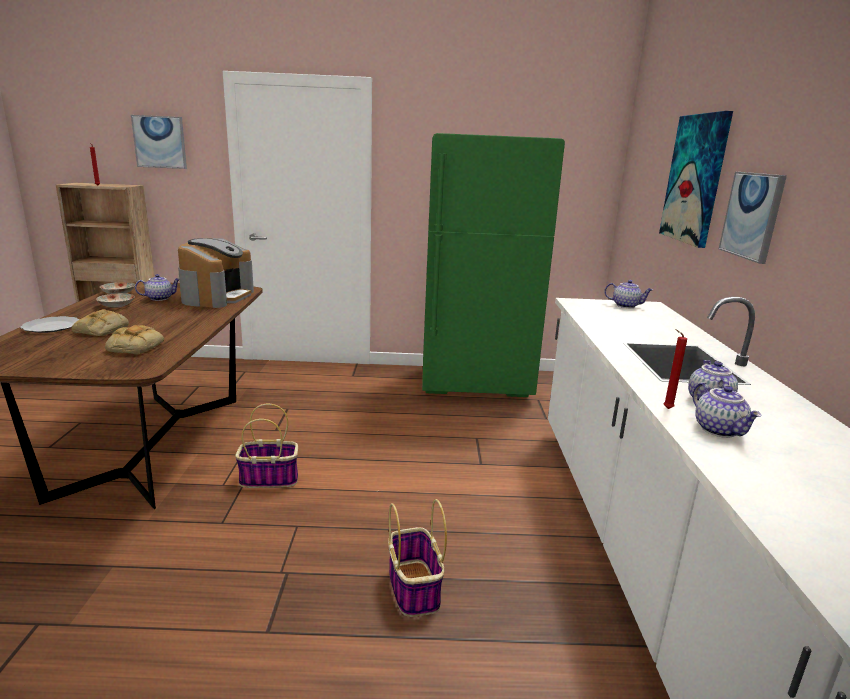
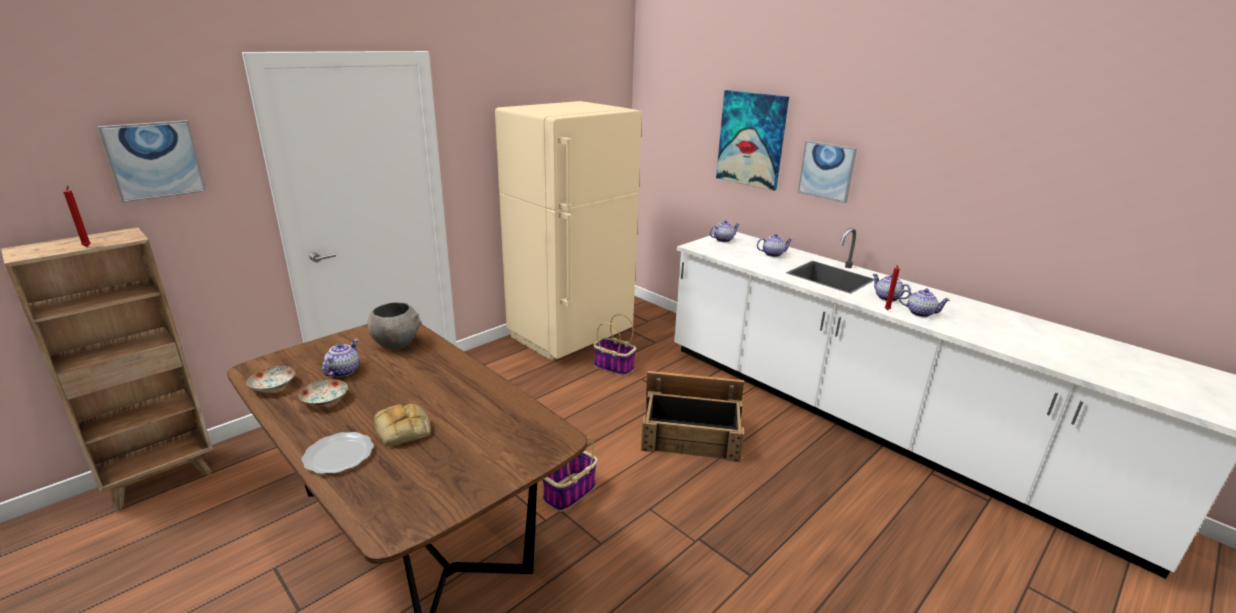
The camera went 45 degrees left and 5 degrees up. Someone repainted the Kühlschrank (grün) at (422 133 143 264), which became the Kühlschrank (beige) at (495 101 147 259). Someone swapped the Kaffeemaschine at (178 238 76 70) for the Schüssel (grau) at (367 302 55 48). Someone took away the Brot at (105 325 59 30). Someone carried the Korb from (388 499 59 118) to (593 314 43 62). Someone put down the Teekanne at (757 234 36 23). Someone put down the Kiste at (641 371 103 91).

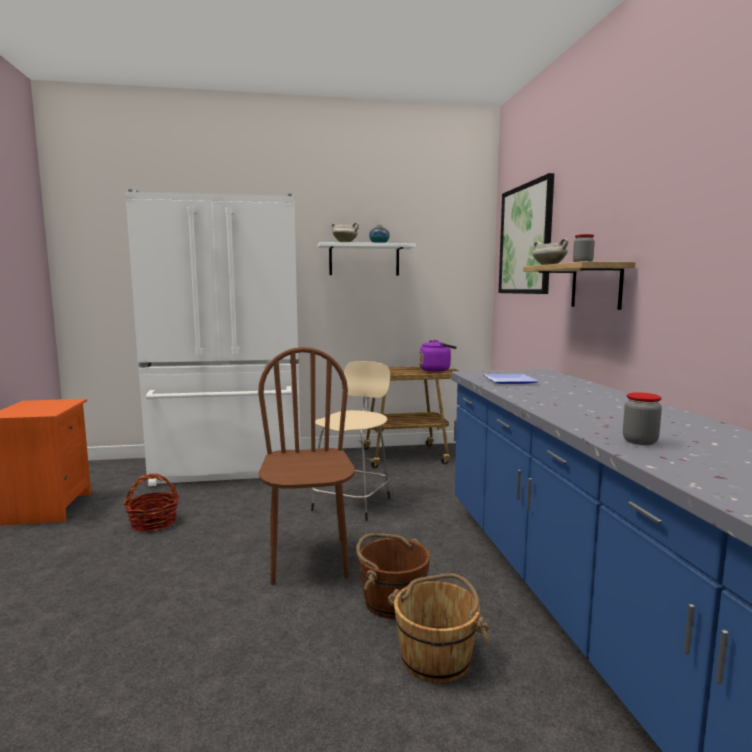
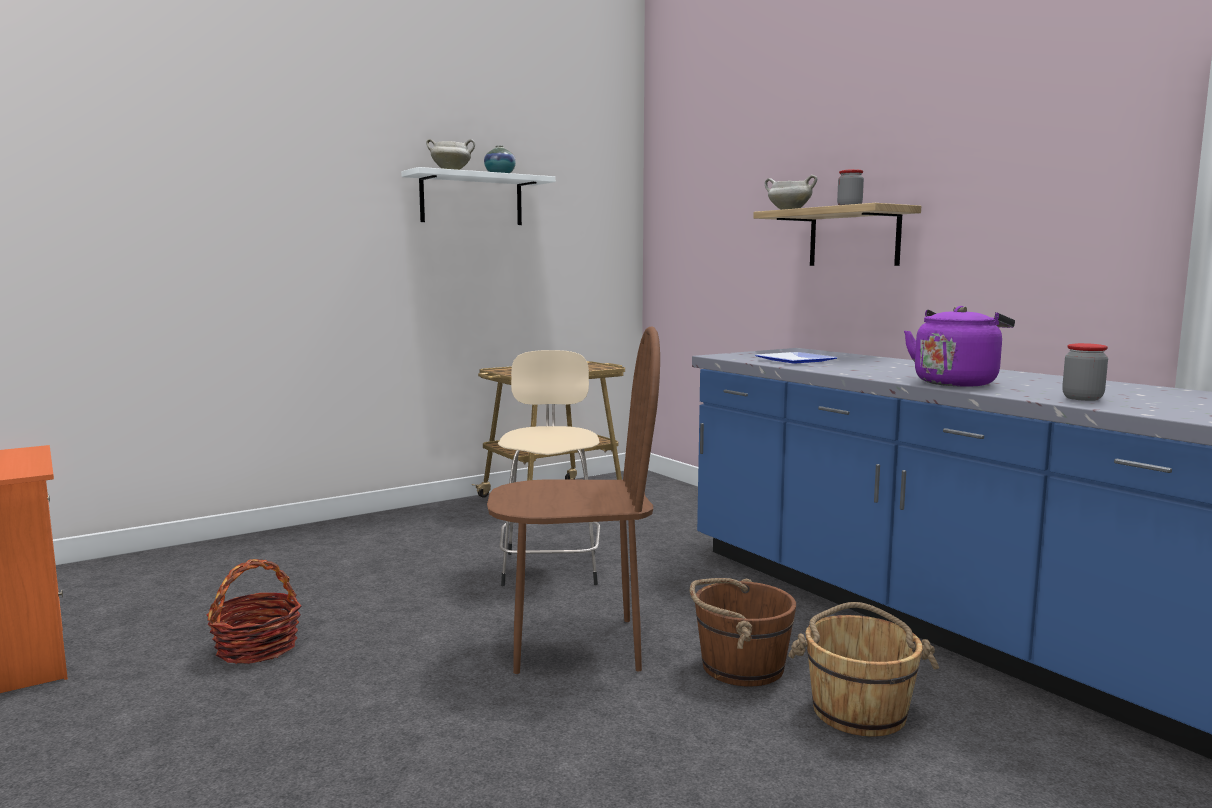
The camera went 25 degrees left and 0 degrees up. Someone took away the Bild at (499 173 55 121). Someone took away the Kühlschrank (weiß) at (125 189 176 297). Someone carried the Wasserkessel (lila) from (419 340 38 32) to (904 306 111 81). Someone rotated the Stuhl (braun) at (258 347 97 238) by 120 degrees clockwise.

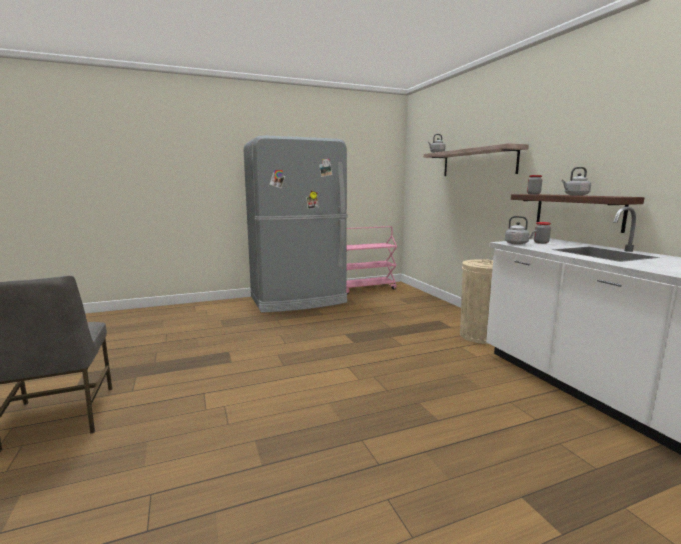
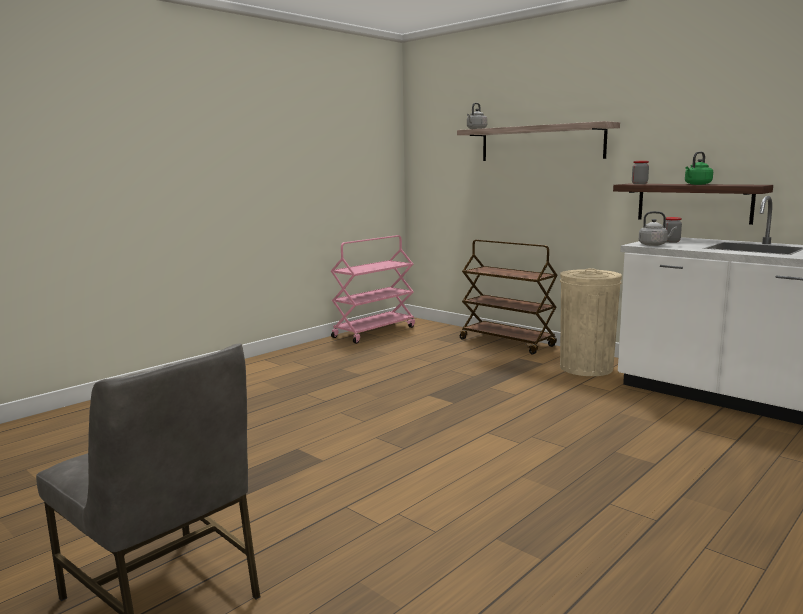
The camera went 25 degrees left and 0 degrees up. Someone took away the Kühlschrank (grau) at (244 135 104 178). Someone repainted the Wasserkessel (grau) at (561 167 30 29), which became the Wasserkessel (grün) at (685 152 28 33). Someone put down the Rollwagen (braun) at (460 240 98 115).

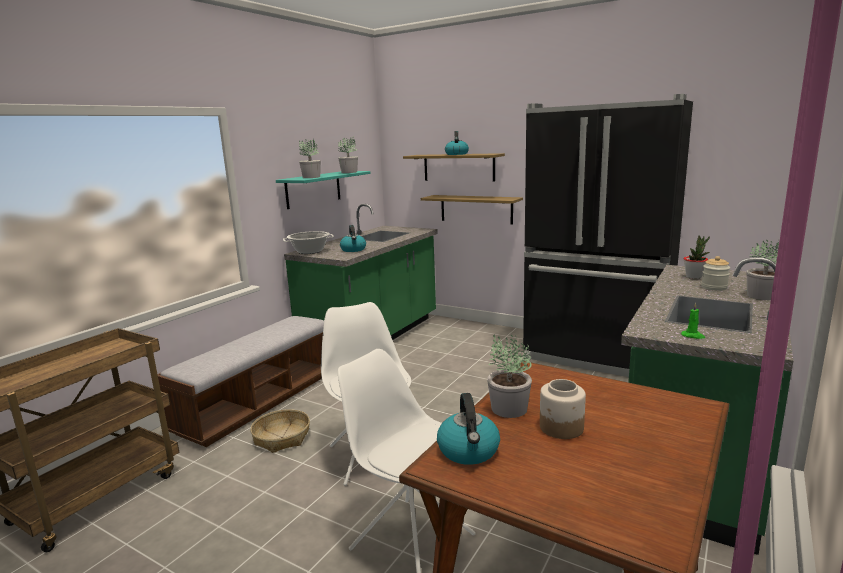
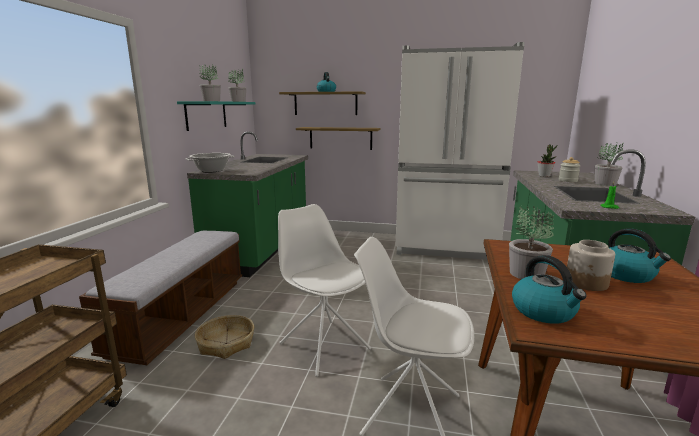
The camera went 20 degrees left and 0 degrees up. Someone repainted the Kühlschrank (schwarz) at (523 94 170 283), which became the Kühlschrank (weiß) at (395 42 130 218). Someone carried the Wasserkessel from (340 225 26 27) to (608 228 63 55).

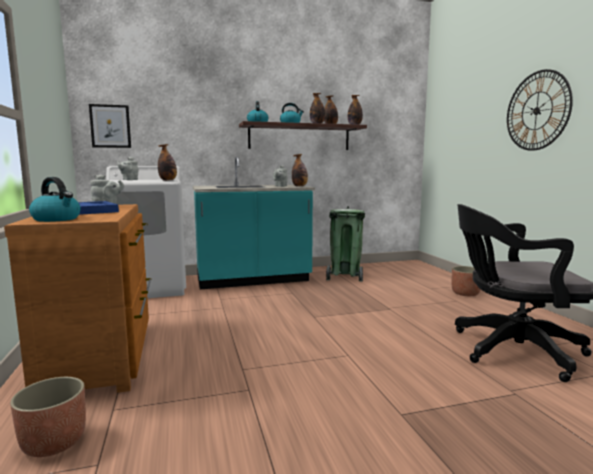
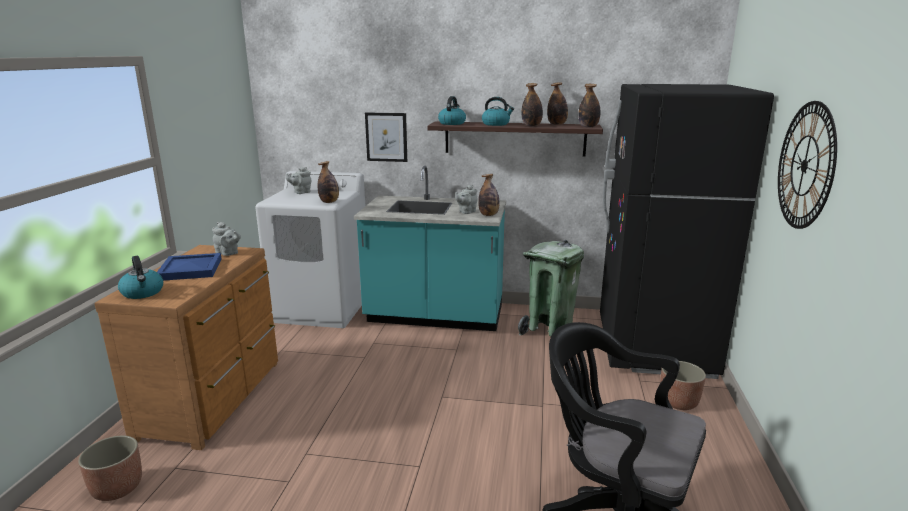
The camera went 25 degrees right and 10 degrees up. Someone carried the Bild from (89 104 42 44) to (365 112 42 50). Someone put down the Kühlschrank (schwarz) at (600 84 174 295).

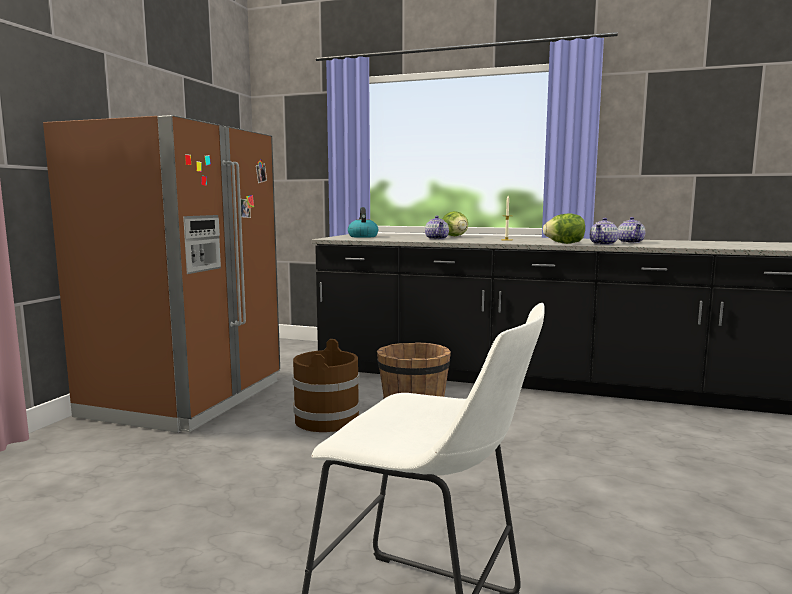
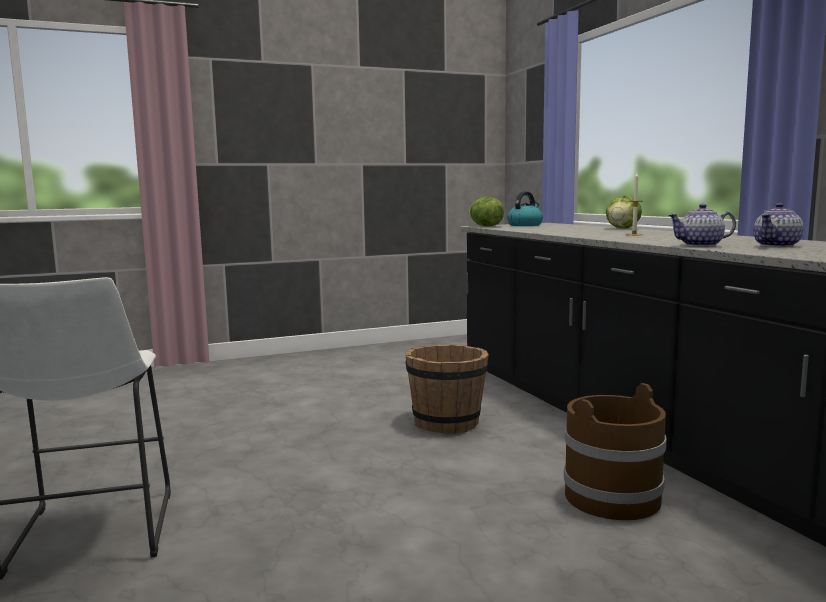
The camera went 50 degrees right and 0 degrees up. Someone took away the Kühlschrank (braun) at (43 115 237 318). Someone carried the Salatkopf from (543 213 42 31) to (469 197 35 30). Someone took away the Teekanne at (425 216 24 24). Someone carried the Eimer (braun) from (292 339 68 93) to (564 383 103 137).

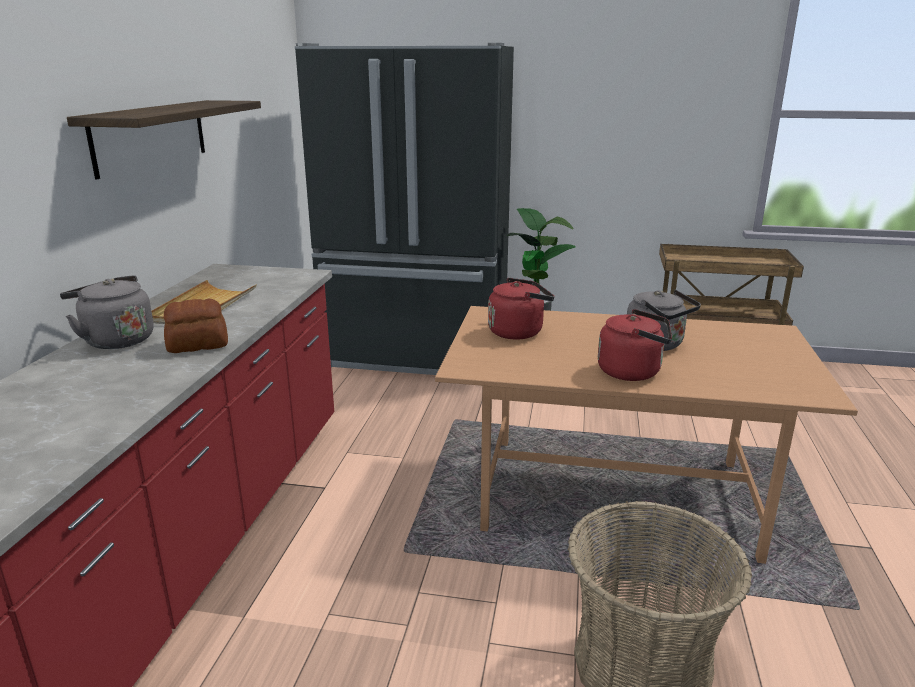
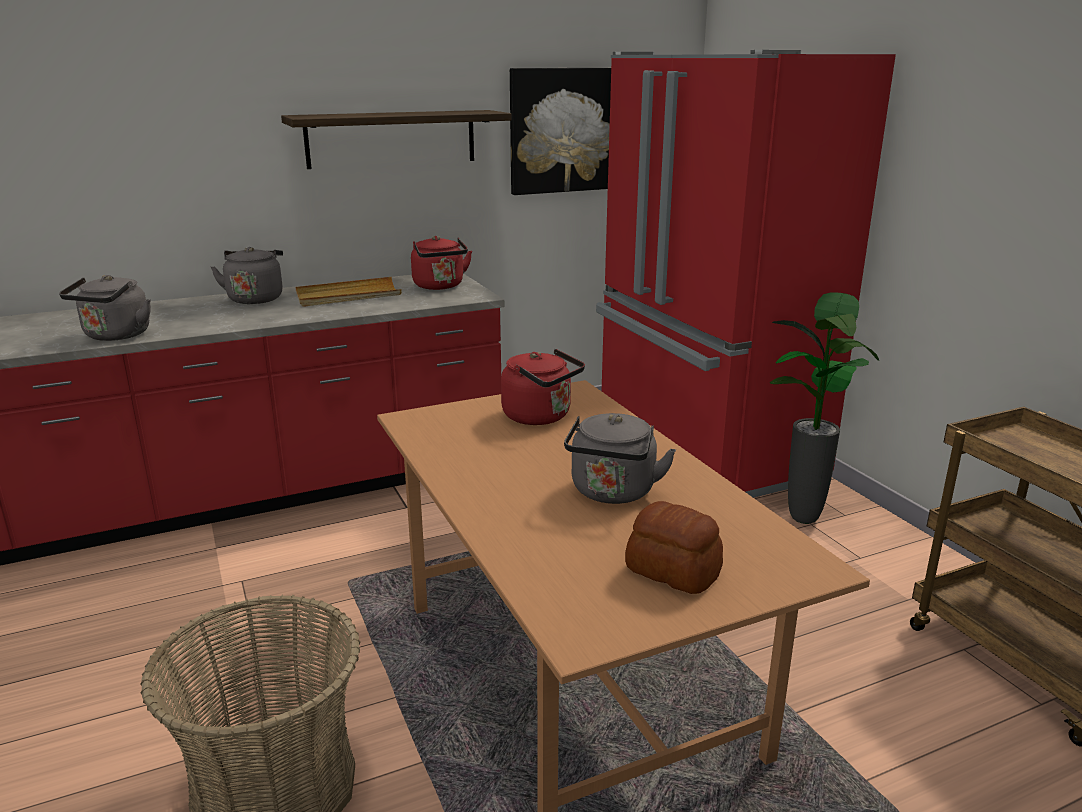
The camera went 55 degrees right and 0 degrees up. Someone repainted the Kühlschrank (schwarz) at (295 43 219 332), which became the Kühlschrank (rot) at (596 50 300 448). Someone carried the Brot from (164 299 64 54) to (625 501 98 93). Someone carried the Wasserkessel (rot) from (598 309 74 72) to (411 236 61 54). Someone put up the Bild at (510 68 101 127). Someone put down the Wasserkessel (grau) at (59 275 92 66).

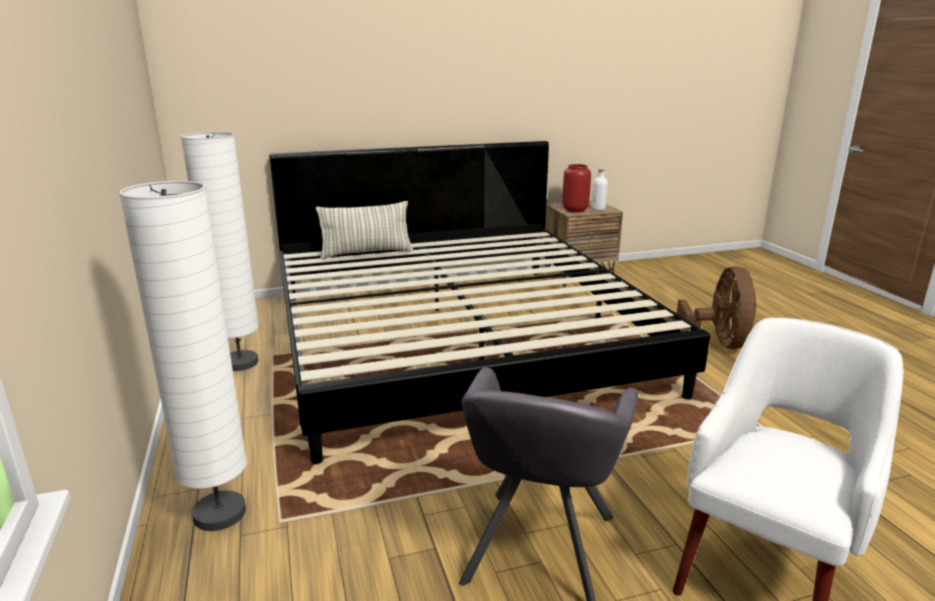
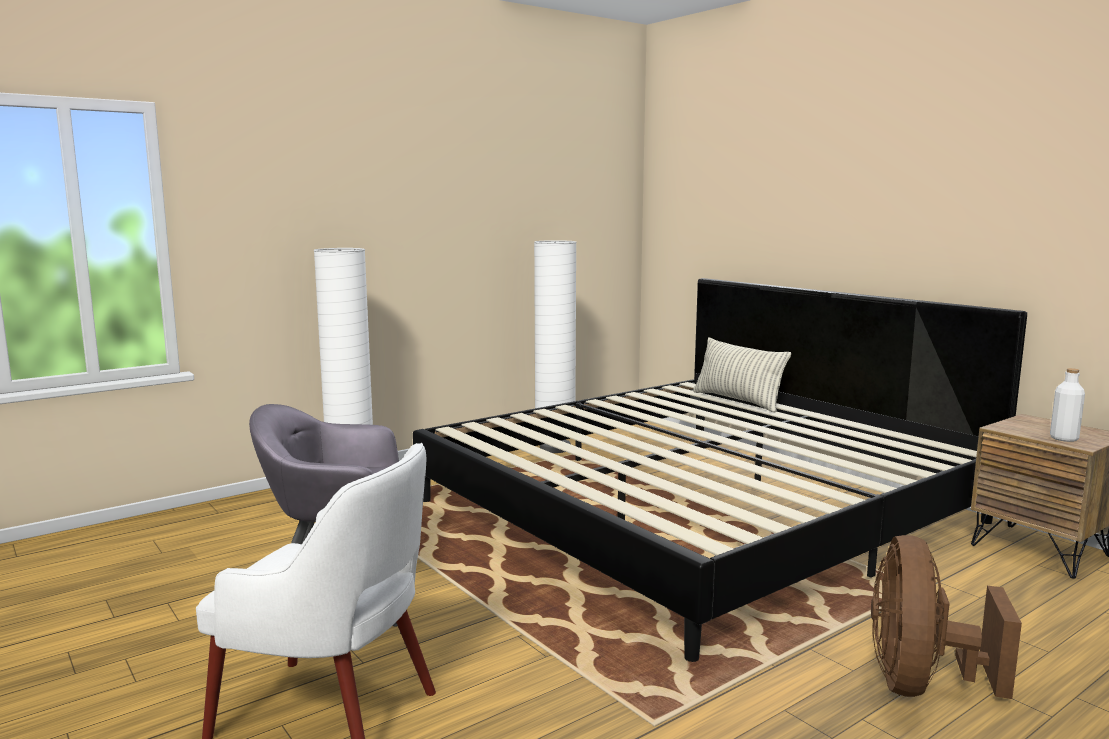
The camera went 70 degrees right and 10 degrees down. Someone took away the Vase (rot) at (562 164 29 49). Someone rotated the Ventilator (braun) at (677 266 80 83) by 120 degrees clockwise.

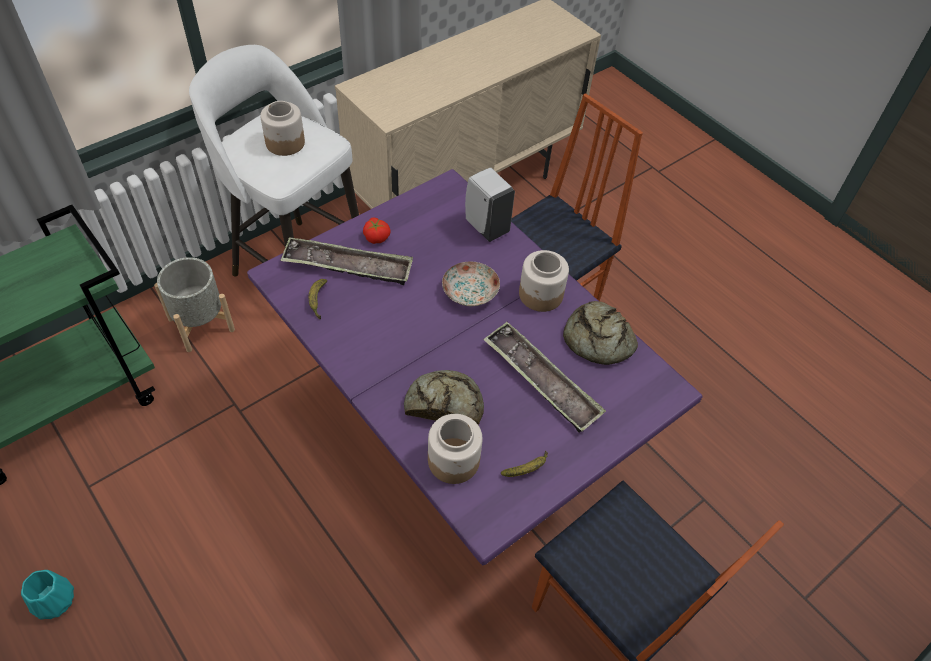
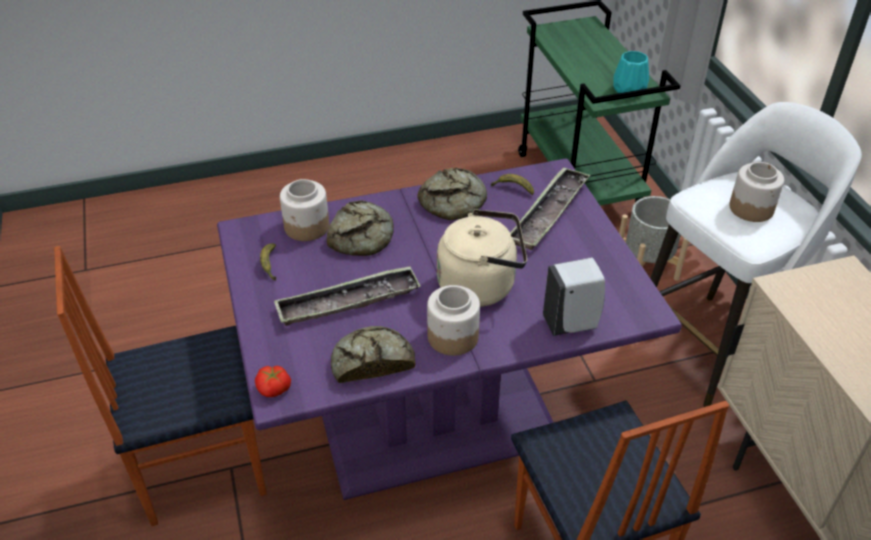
The camera went 115 degrees right and 10 degrees down. Someone carried the Tomate from (363 217 28 27) to (255 366 36 31). Someone swapped the Teller at (442 262 58 44) for the Wasserkessel (beige) at (437 209 90 98). Someone carried the Vase (türkis) from (21 570 53 50) to (613 51 36 42). Someone put down the Brot at (417 168 70 52).

